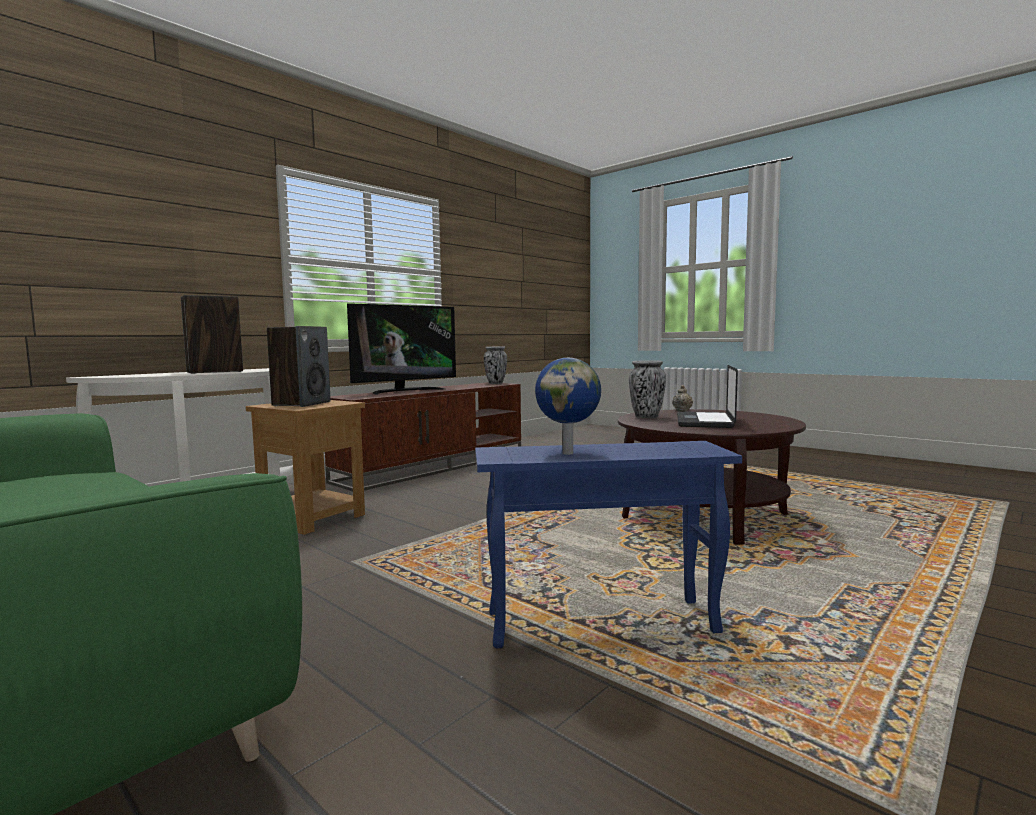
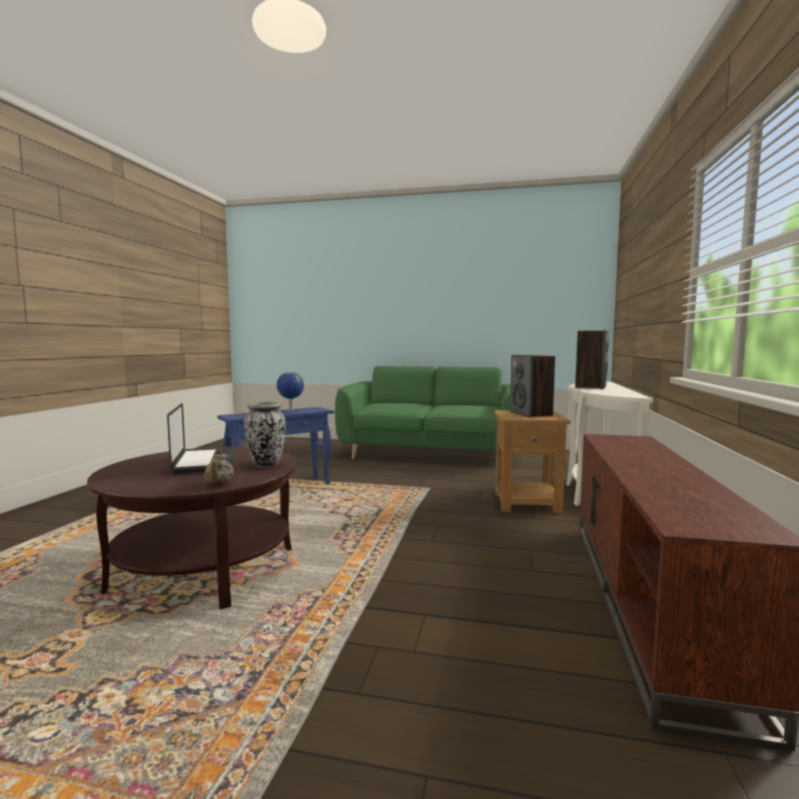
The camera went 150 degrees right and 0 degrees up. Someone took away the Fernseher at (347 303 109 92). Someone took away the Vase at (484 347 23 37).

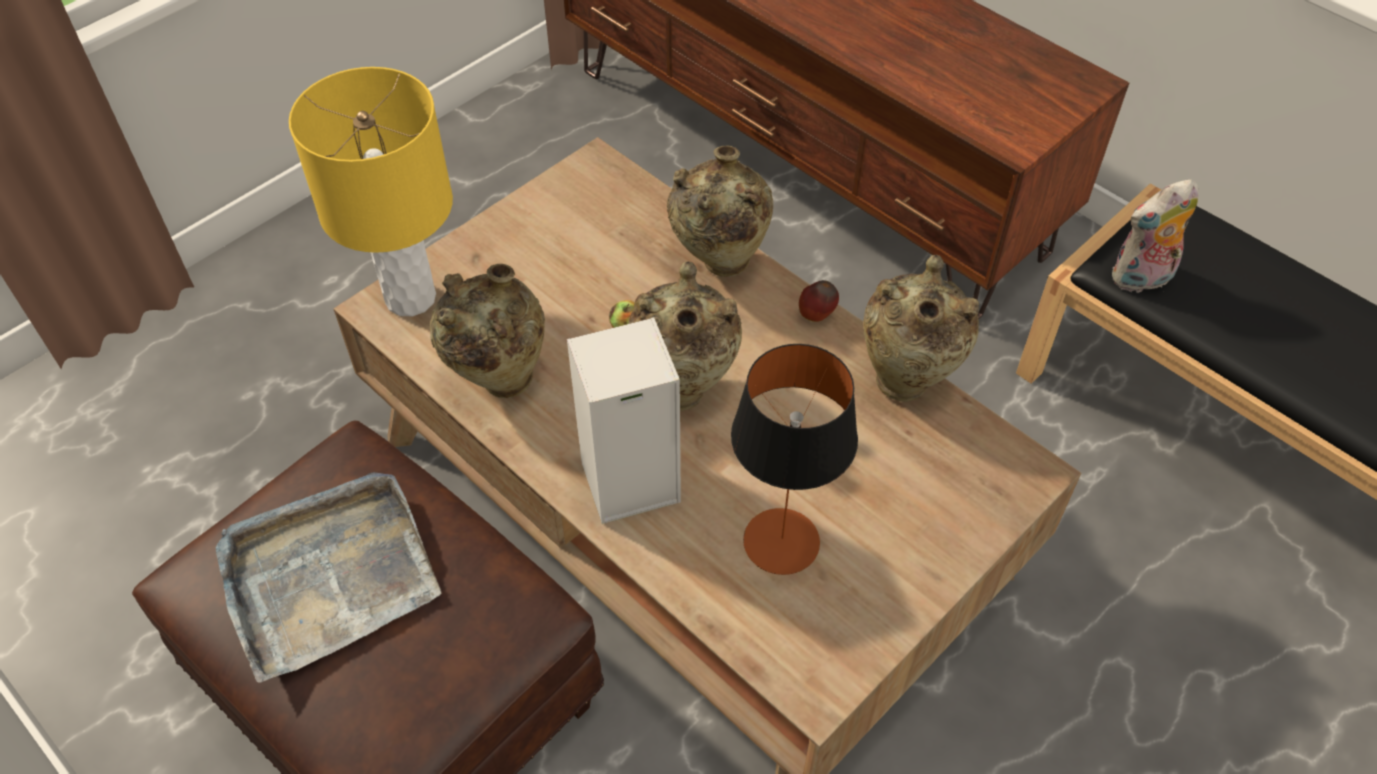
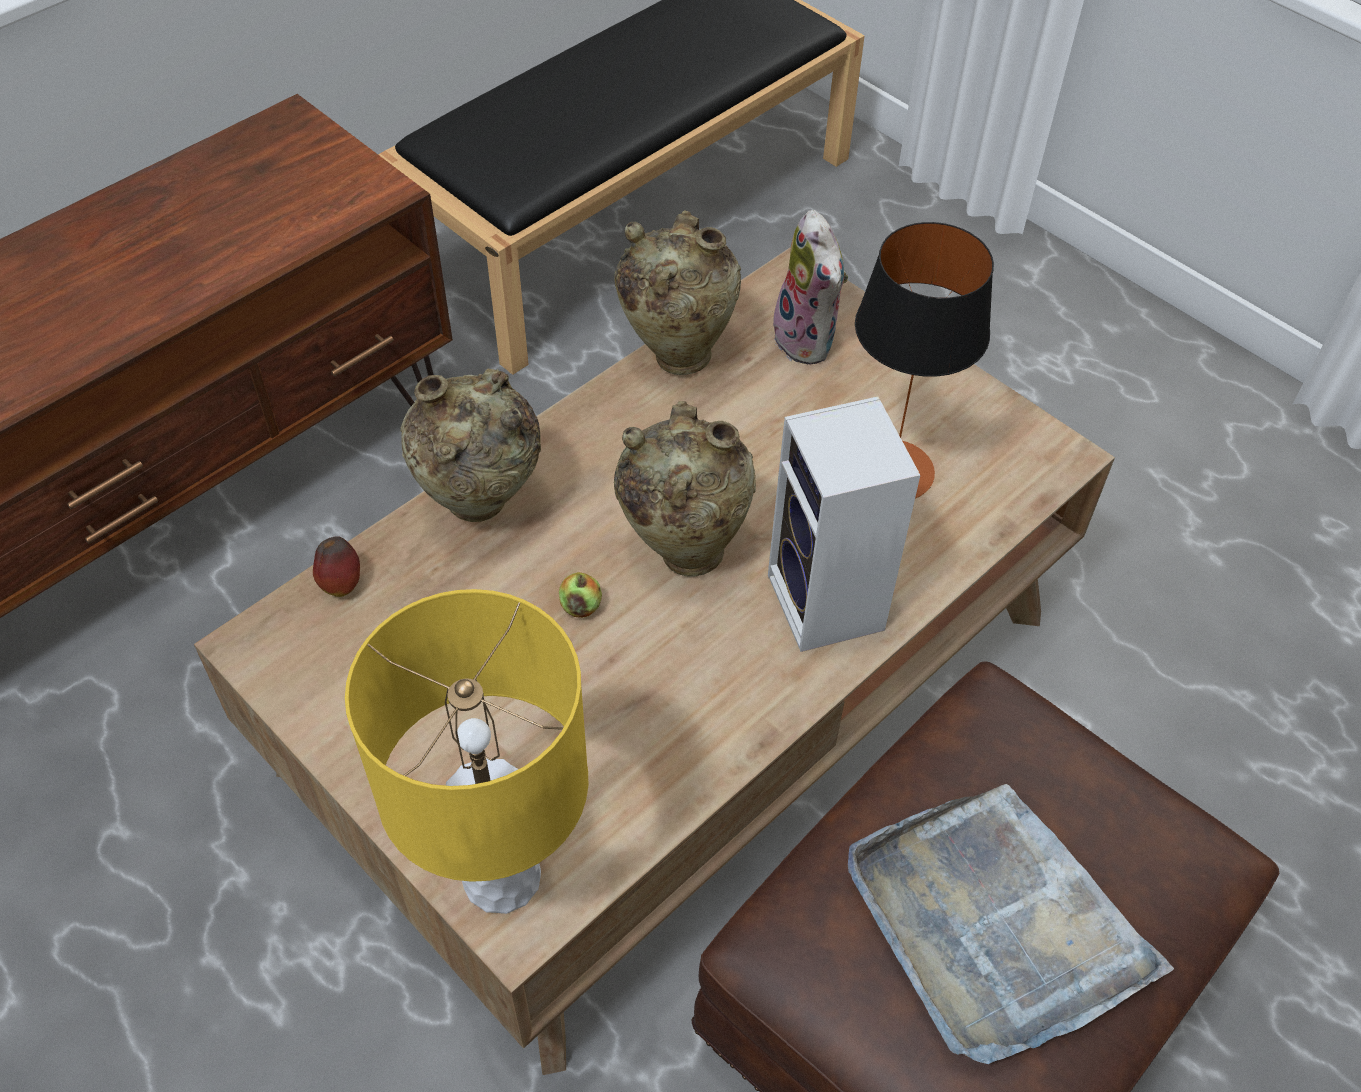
The camera went 90 degrees left and 0 degrees up. Someone carried the Plüschtier from (1112 179 86 114) to (768 210 80 155). Someone took away the Vase (beige) at (430 264 115 134). Someone carried the Apfel from (799 280 40 42) to (313 536 47 61).

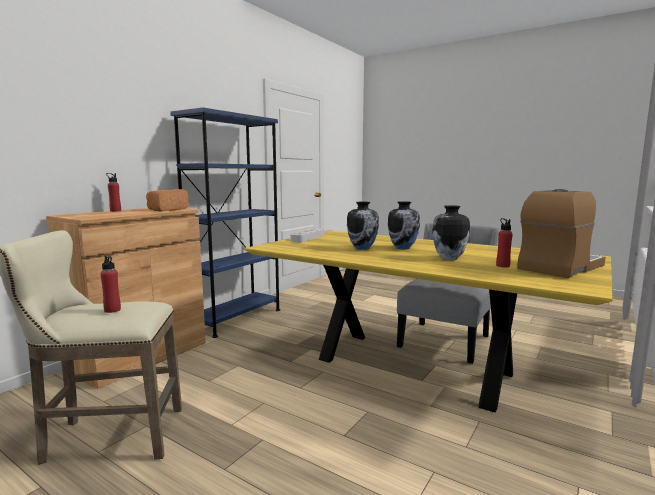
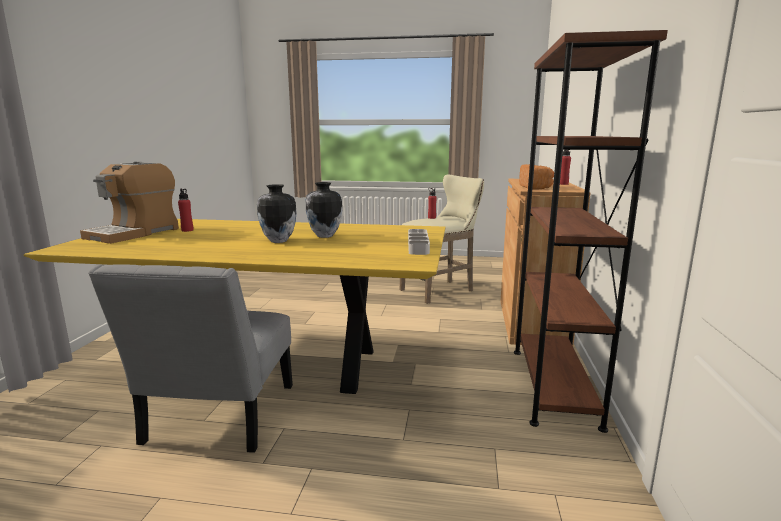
The camera went 155 degrees right and 5 degrees up. Someone repainted the Bücherregal (blau) at (170 107 110 231), which became the Bücherregal (braun) at (514 30 154 403). Someone took away the Vase at (432 205 38 55).

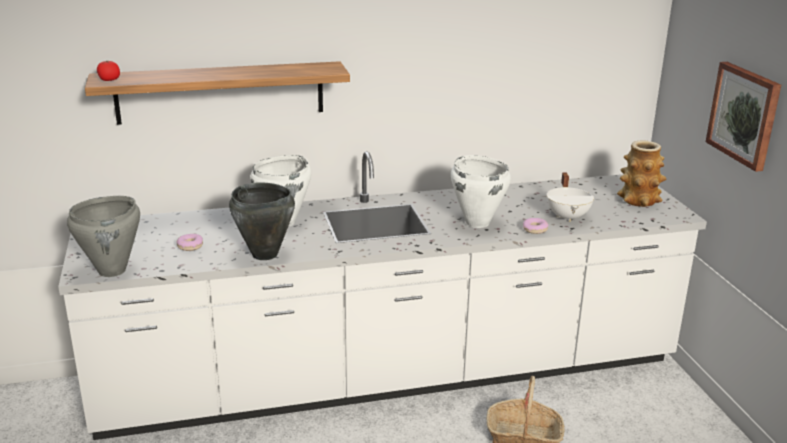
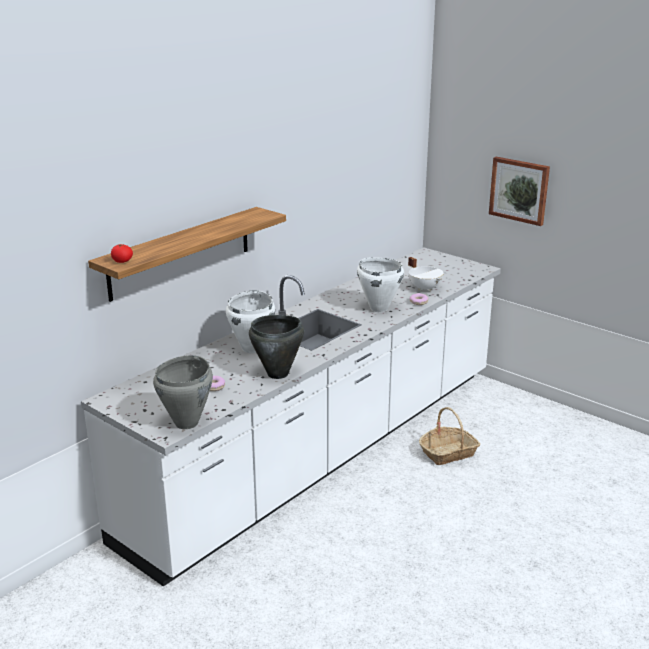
The camera went 35 degrees left and 0 degrees up. Someone took away the Vase at (617 141 49 66).

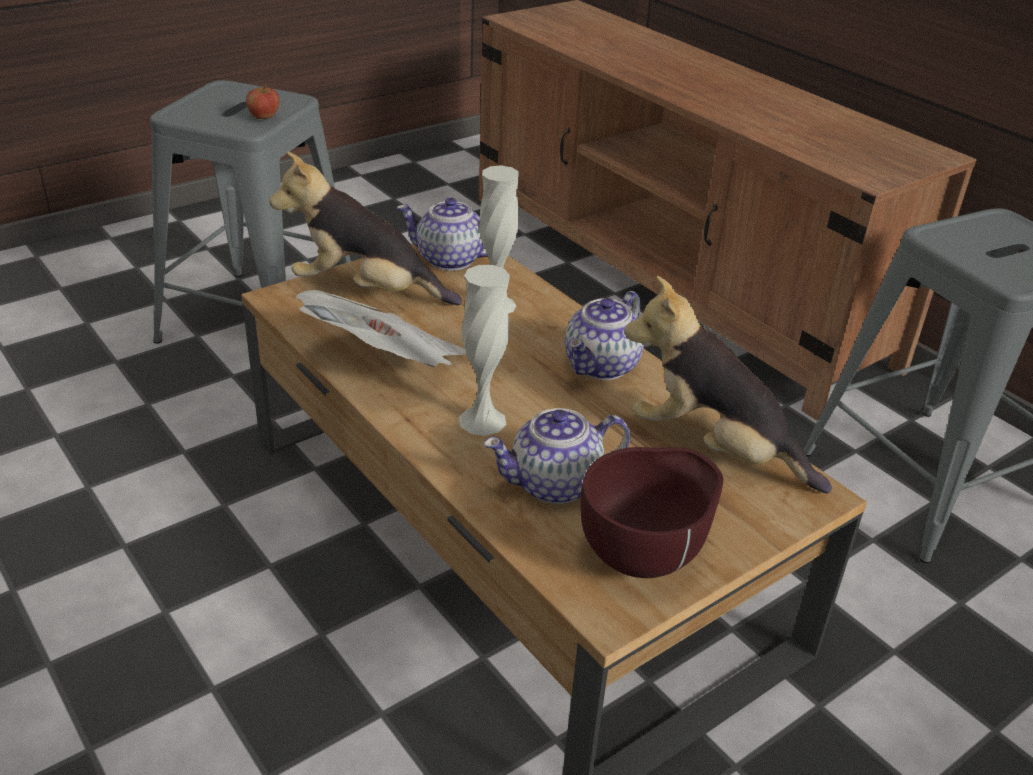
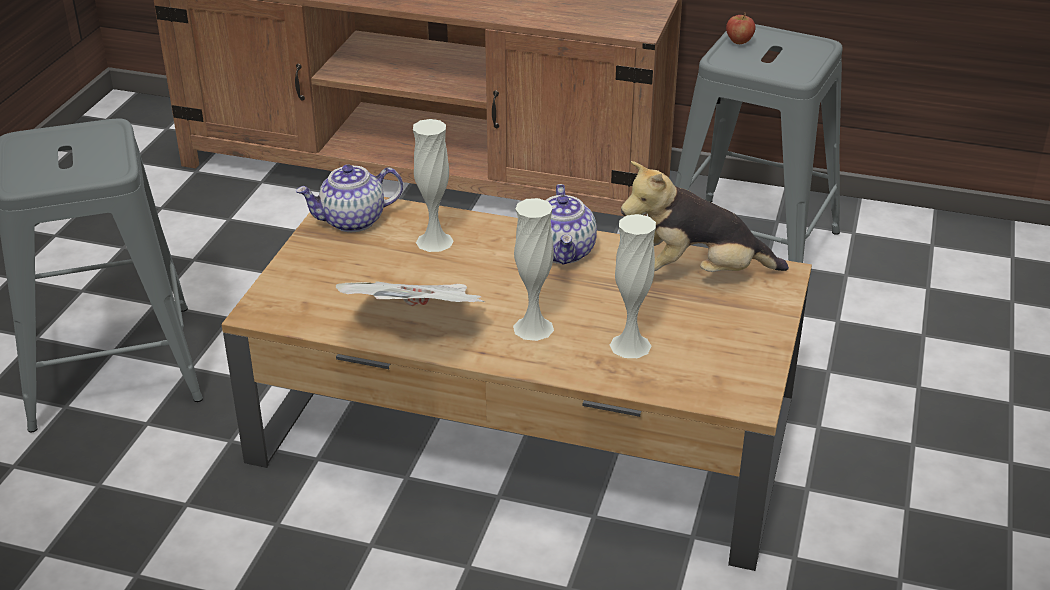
The camera went 35 degrees left and 0 degrees up. Someone carried the Apfel from (246 84 33 35) to (726 12 29 32). Someone took away the Plüschtier at (269 151 193 154). Someone swapped the Teekanne at (483 408 148 96) for the Vase (weiß) at (610 214 46 144). Someone took away the Schüssel (braun) at (580 447 143 131).

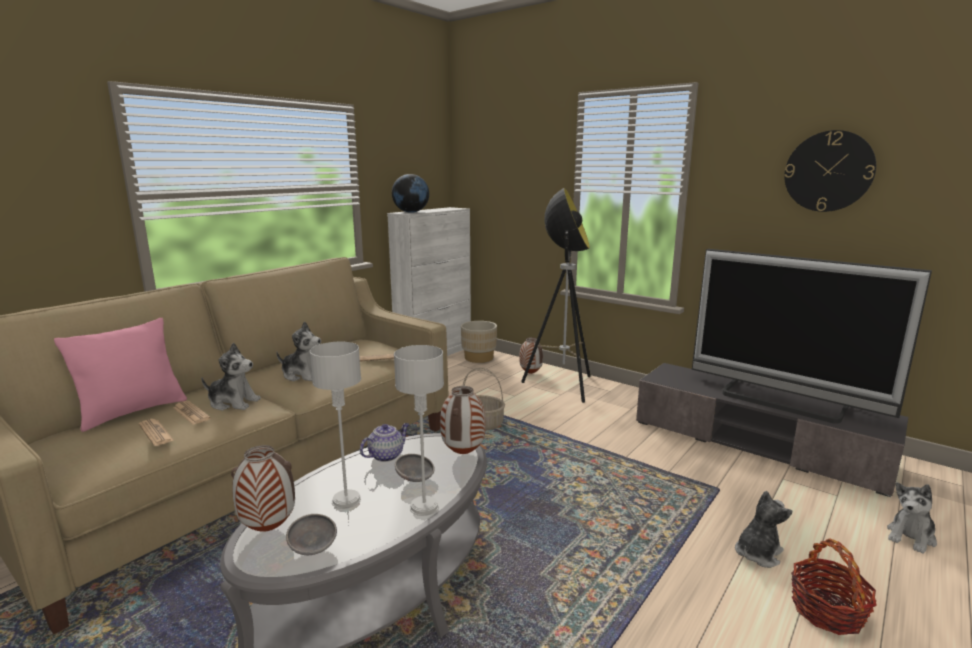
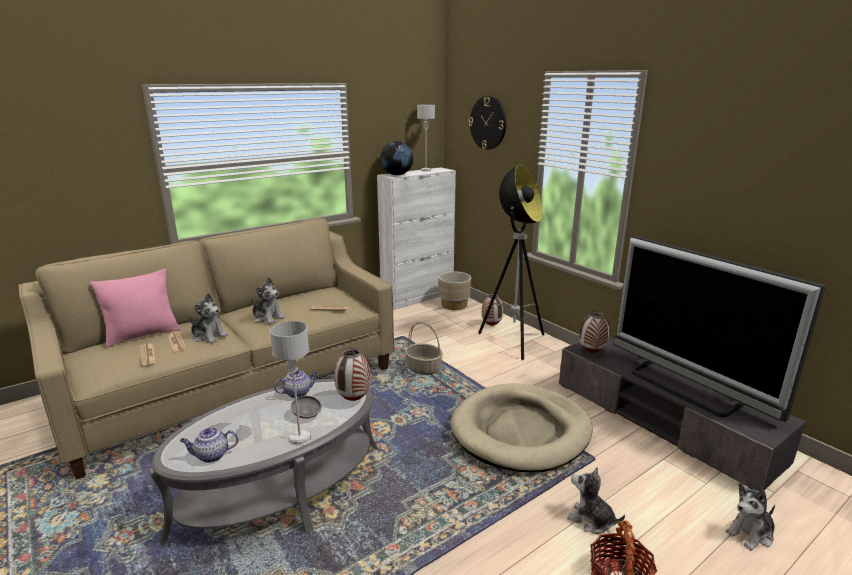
The camera went 15 degrees right and 5 degrees up. Someone carried the Wanduhr from (784 130 92 82) to (469 96 37 54). Someone carried the Tischlampe (grau) from (310 342 51 167) to (417 105 18 66). Someone carried the Vase from (231 445 64 87) to (579 311 31 42). Someone rotated the Plüschtier at (735 491 57 77) by 120 degrees counterclockwise. Someone swapped the Schüssel (grau) at (286 514 51 41) for the Teekanne at (180 427 59 36). Someone put down the Hundebett (beige) at (451 383 142 89).

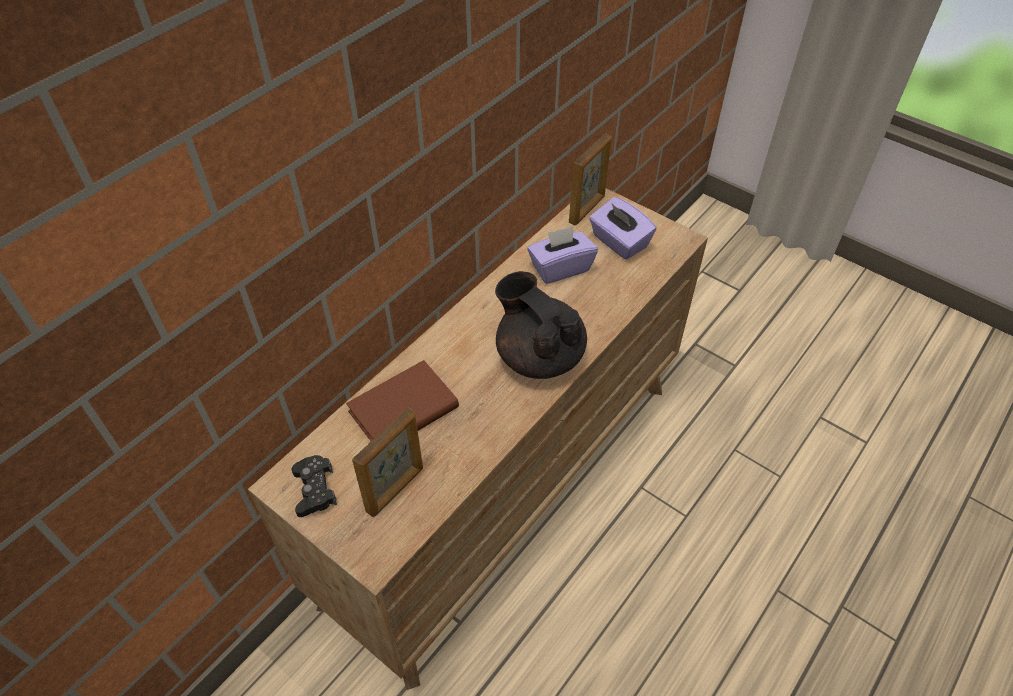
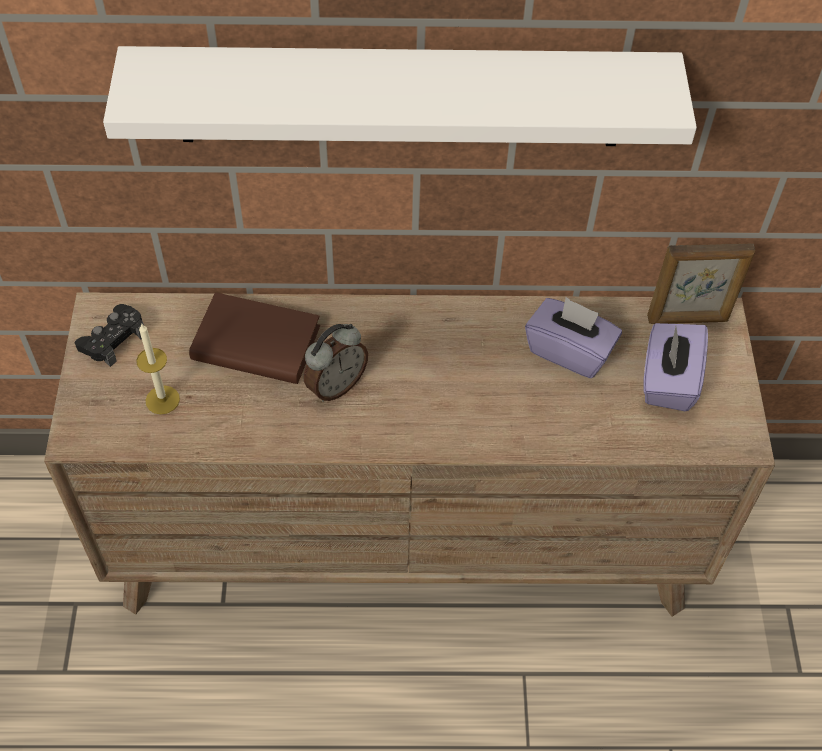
The camera went 50 degrees right and 5 degrees up. Someone took away the Teekanne (schwarz) at (495 271 92 108). Someone swapped the Bilderrahmen at (352 408 71 109) for the Kerze at (136 323 44 91). Someone put up the Wandregal (weiß) at (103 46 594 100). Someone put down the Wecker at (304 324 64 78).

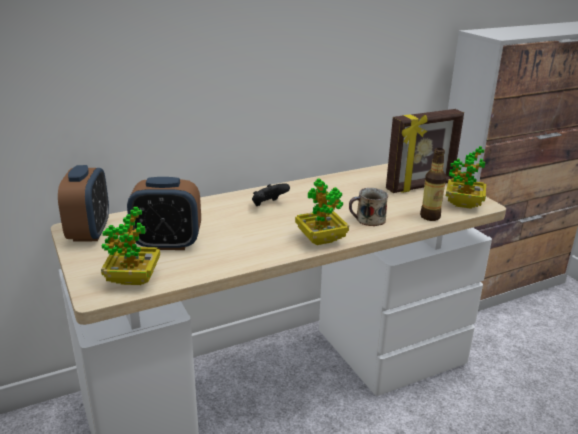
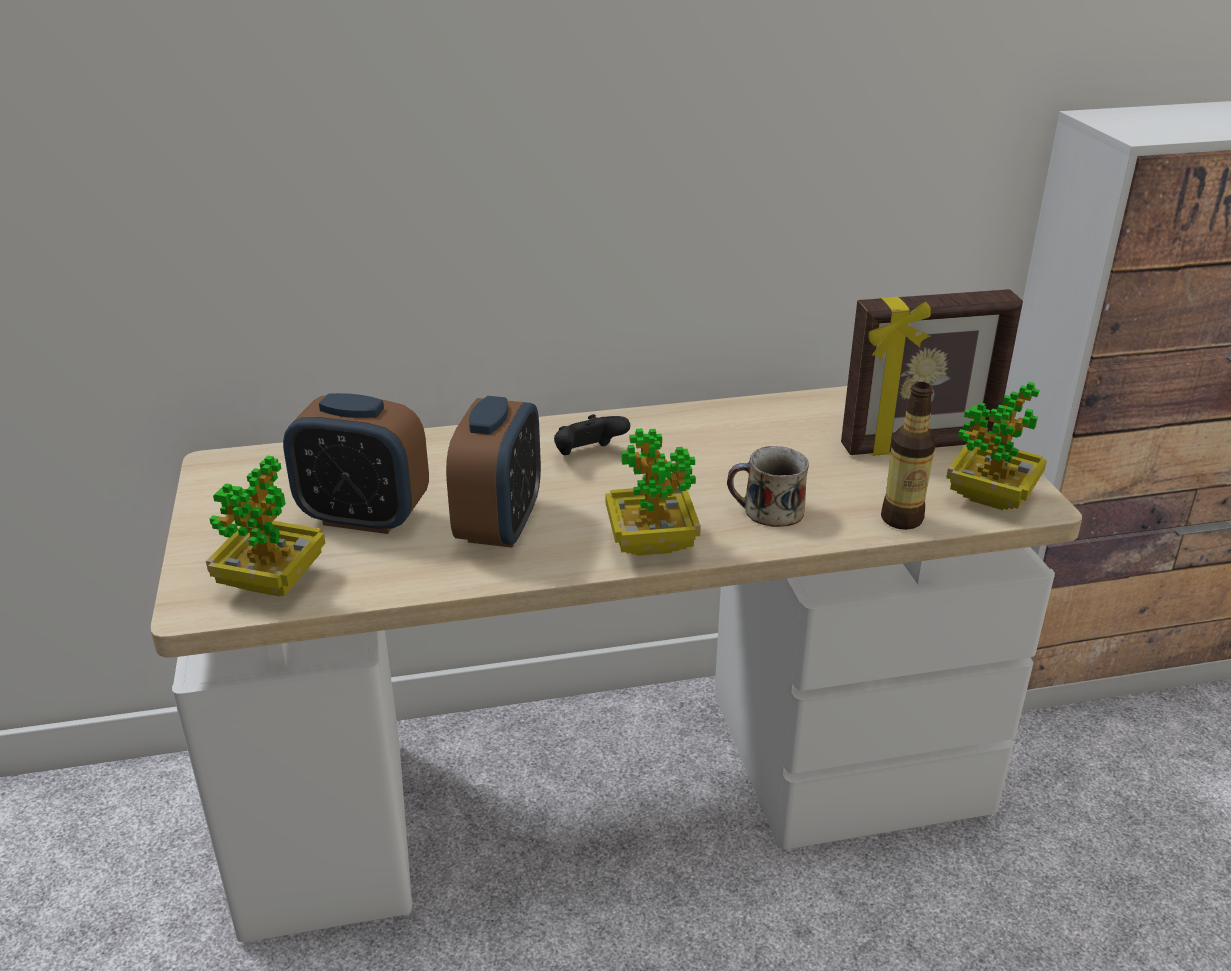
The camera went 15 degrees right and 5 degrees up. Someone carried the Wecker from (58 165 51 77) to (446 396 95 152).

